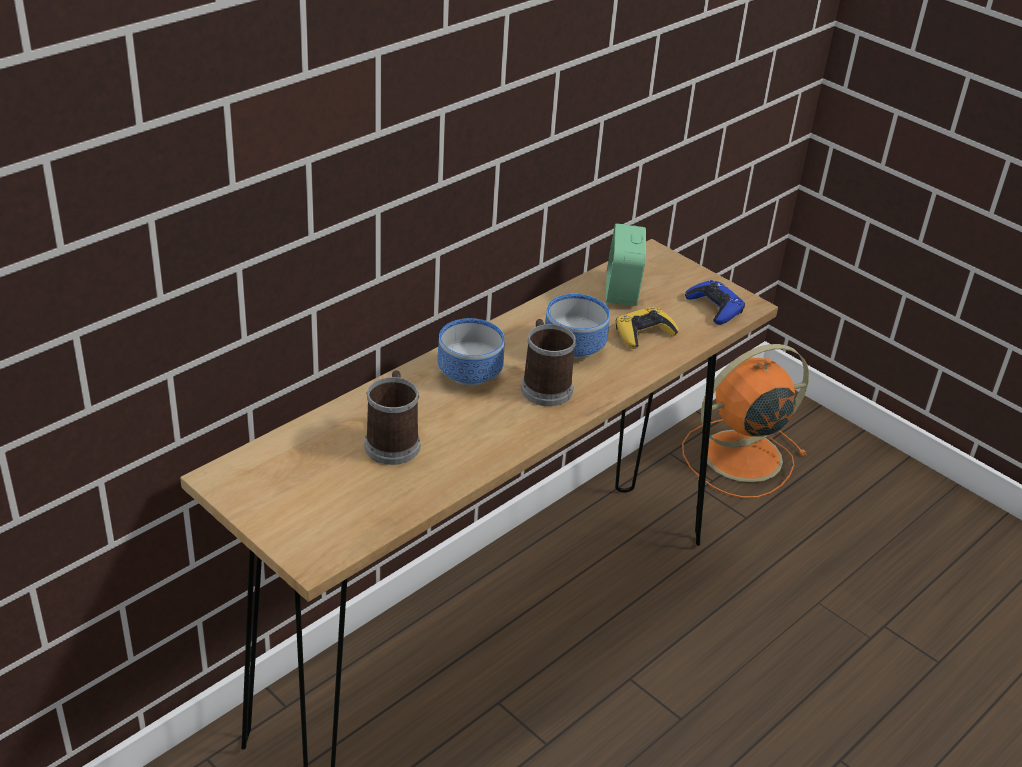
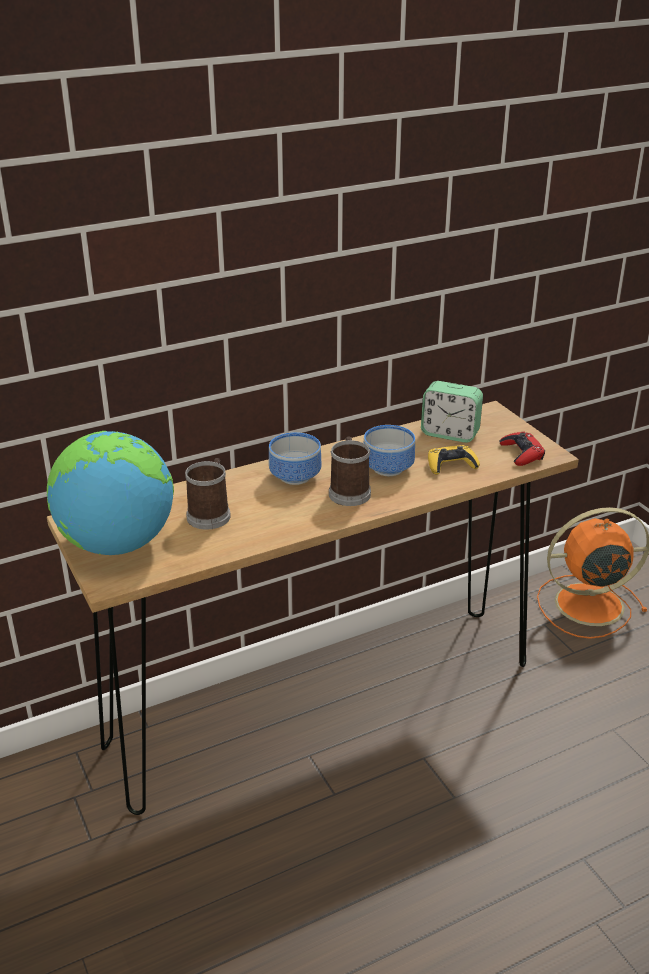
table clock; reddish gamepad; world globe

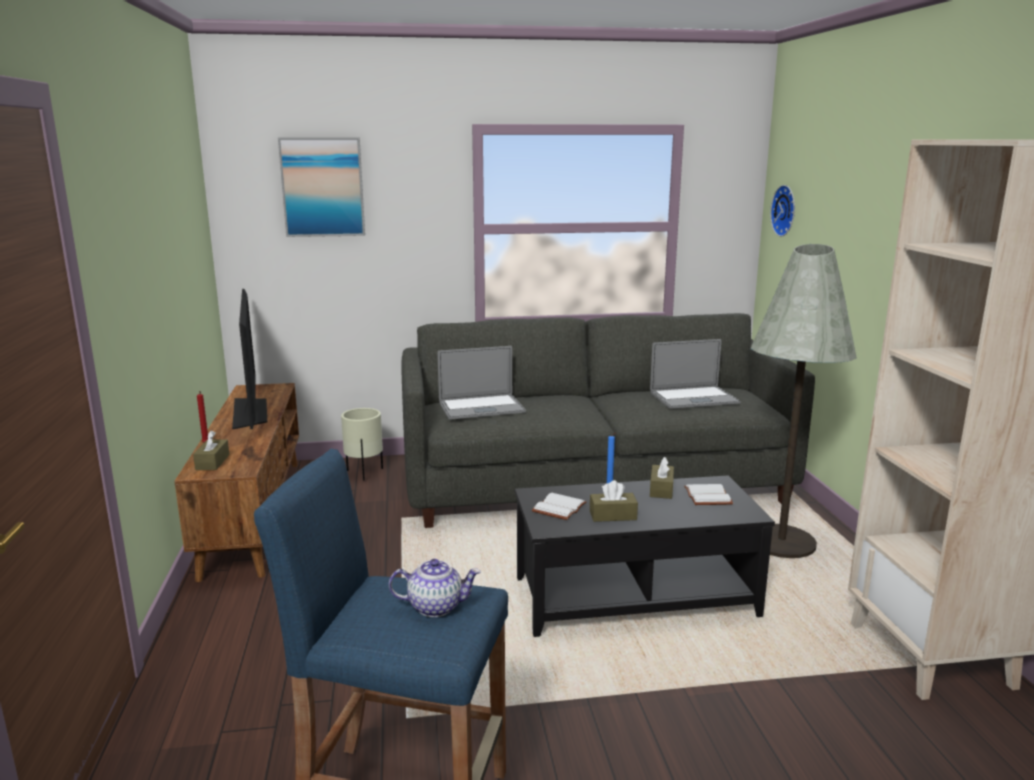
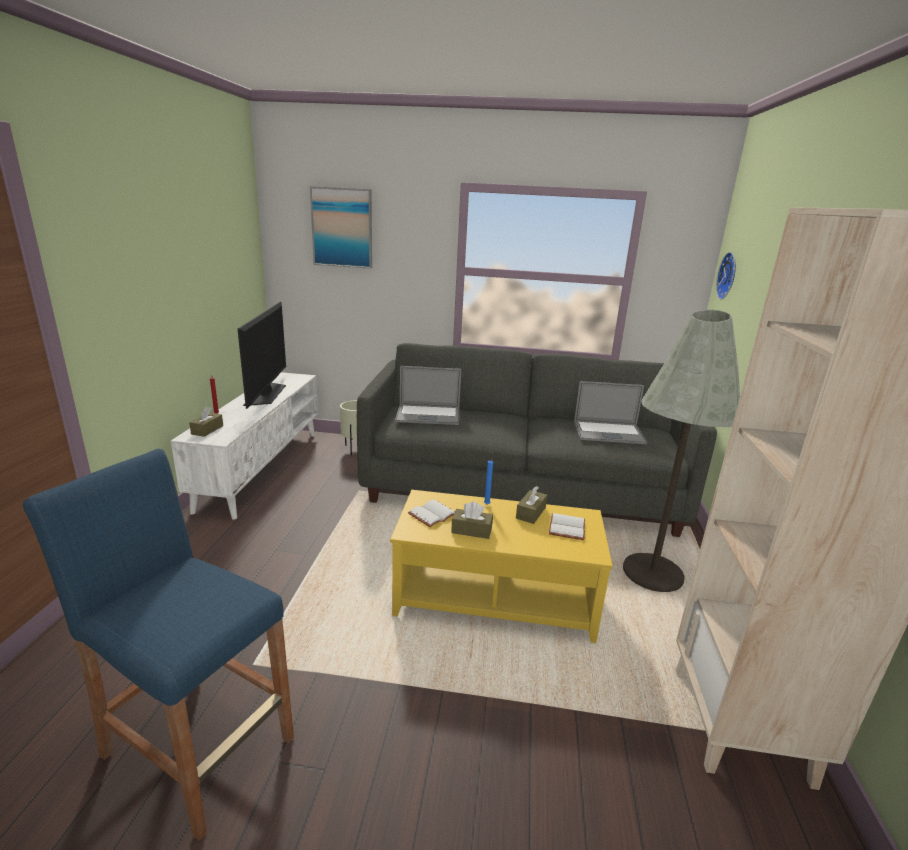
white tv unit; yellow-coloured coffee table; tea pot

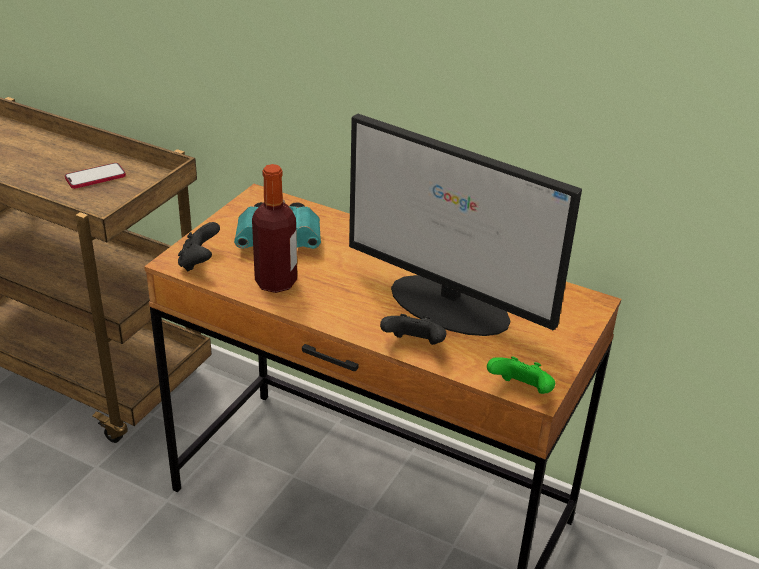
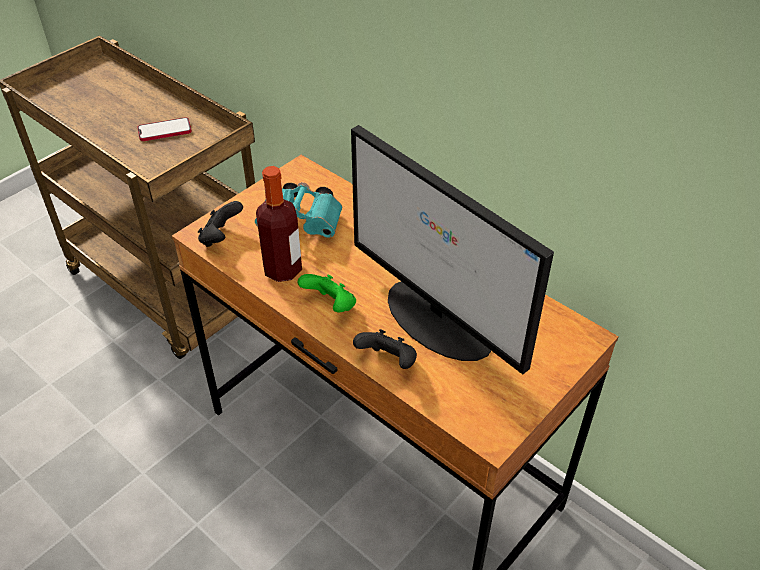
greenish gamepad

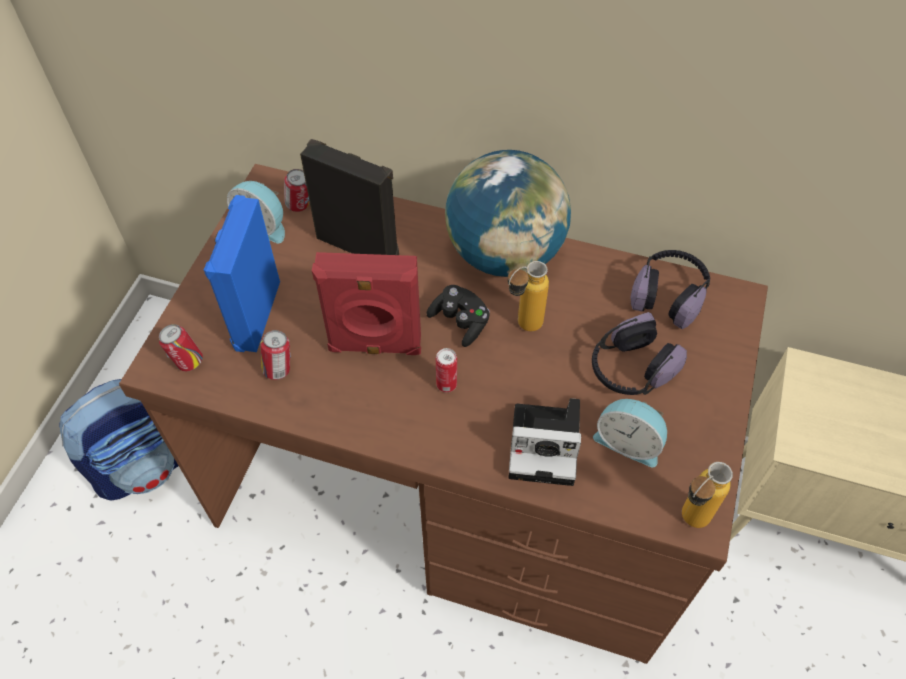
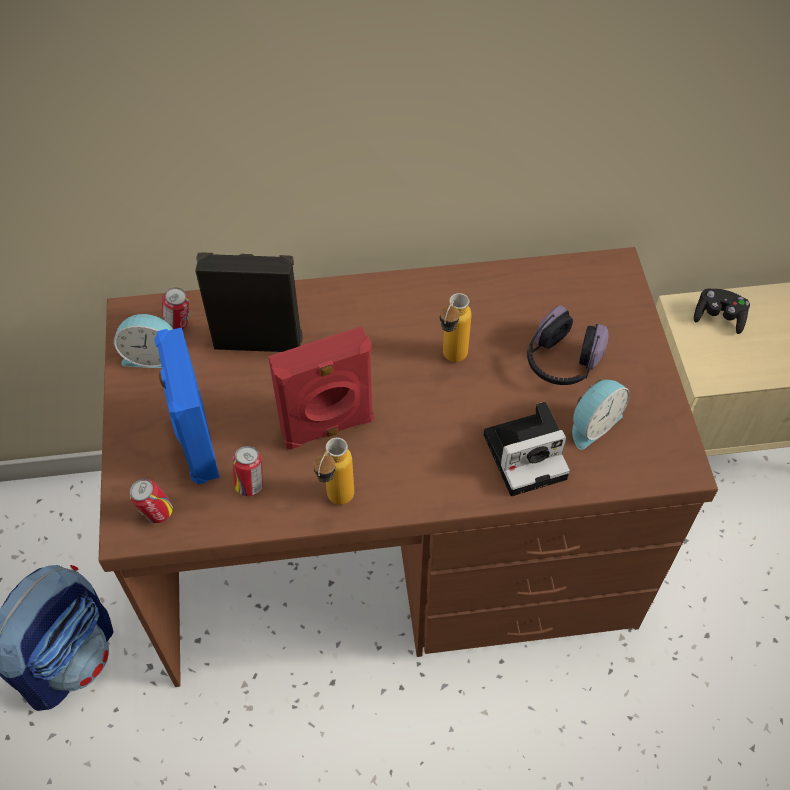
world globe; pair of headphones (2nd from left in the first image); black gamepad; metal can (4th from left in the first image); table clock (2nd from left); drink bottle (1st from left)

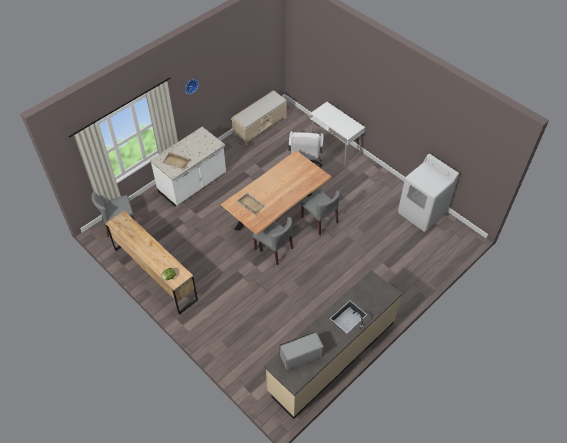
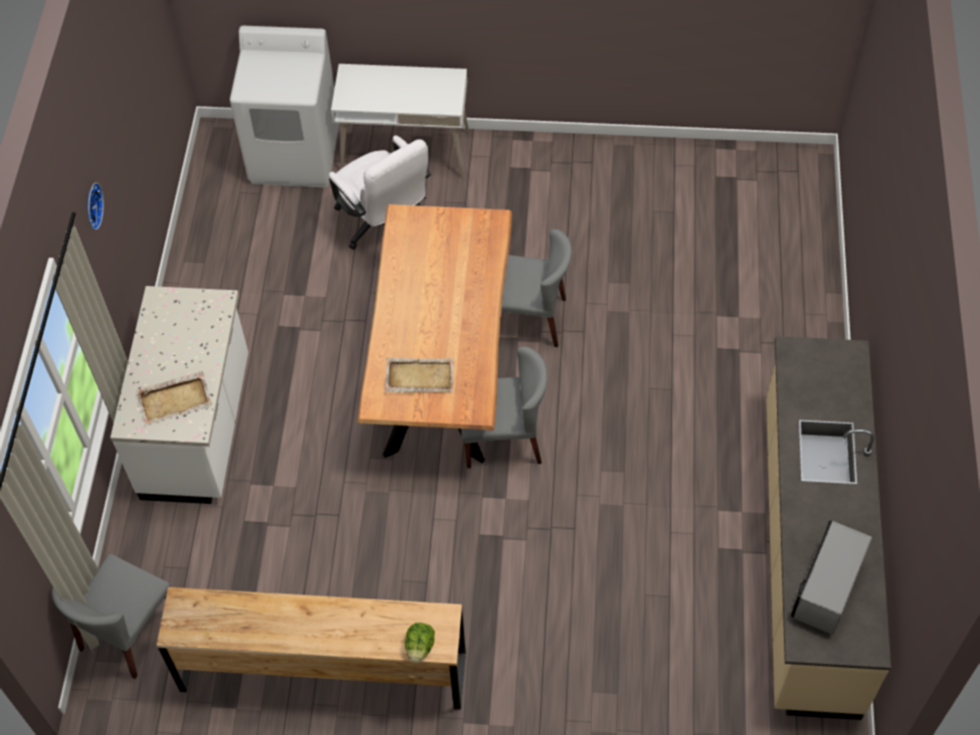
sand-coloured bench; white laundry appliance

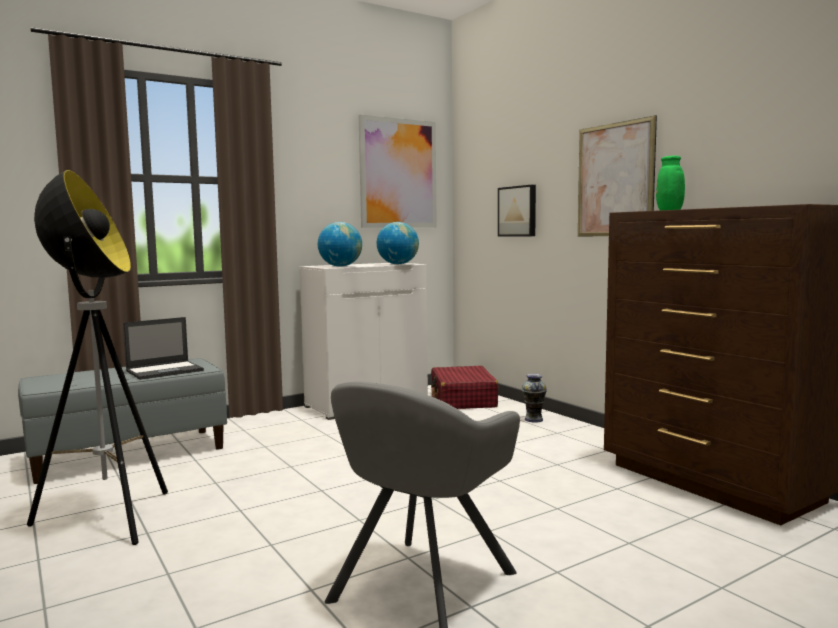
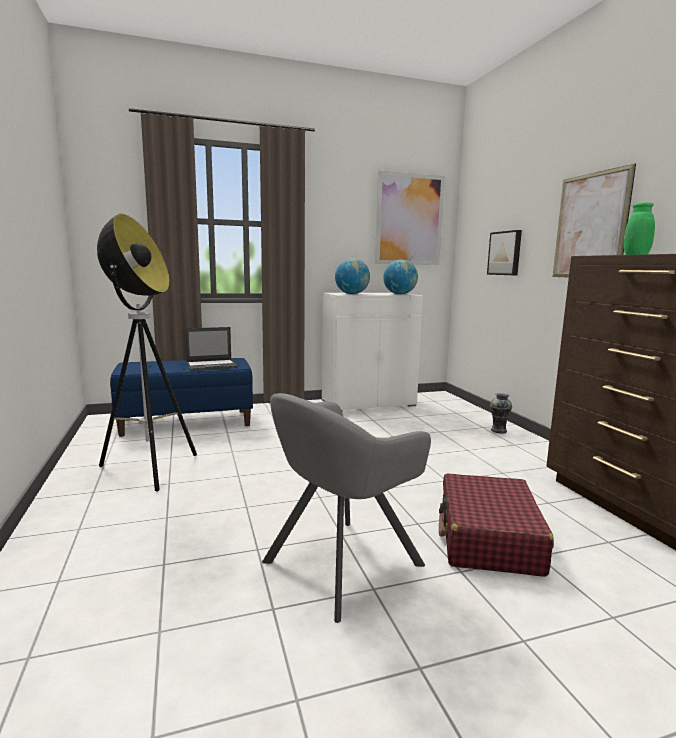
bluish bench; reddish piece of luggage

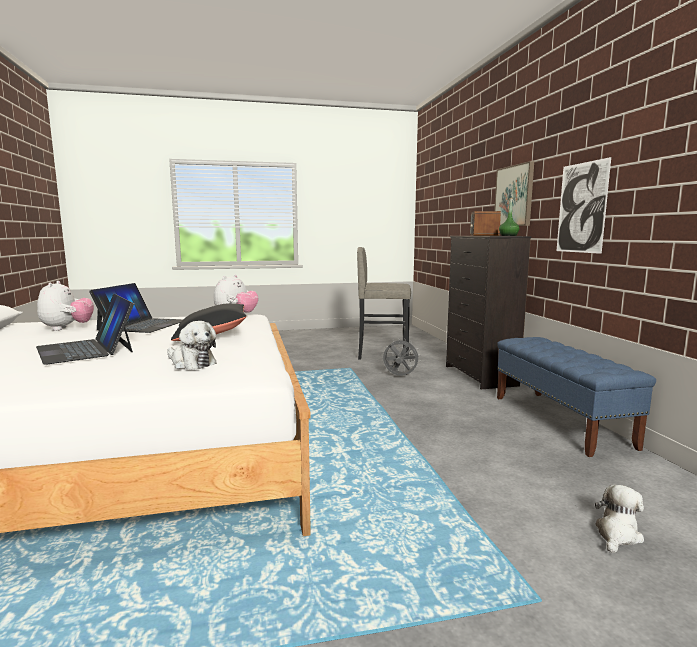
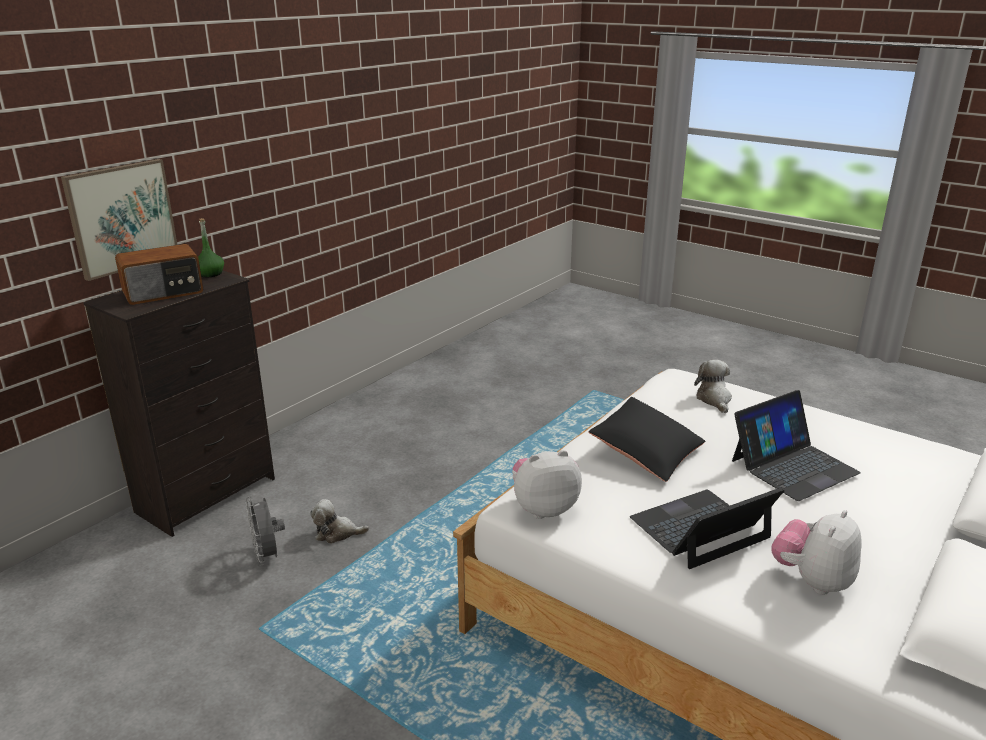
wall picture (2nd from left in the first image); gray sitting stool; laptop (2nd from left); bluish bench; cuddly toy (1st from left)

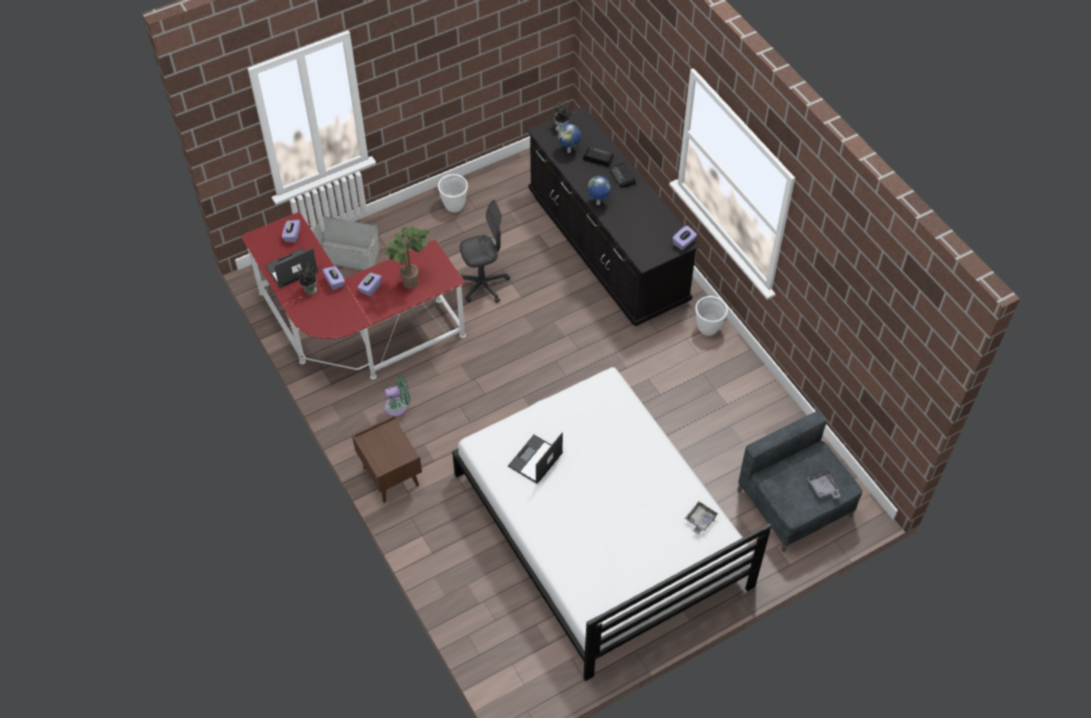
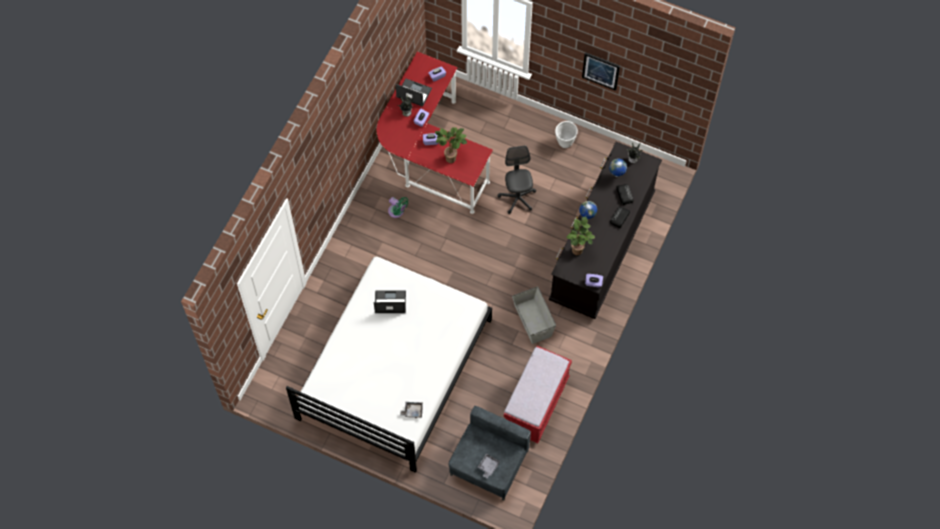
gray office chair; gray storage box; white flower pot (2nd from left in the first image); brownish night table; wall picture; houseplant (3rd from left); reddish bench

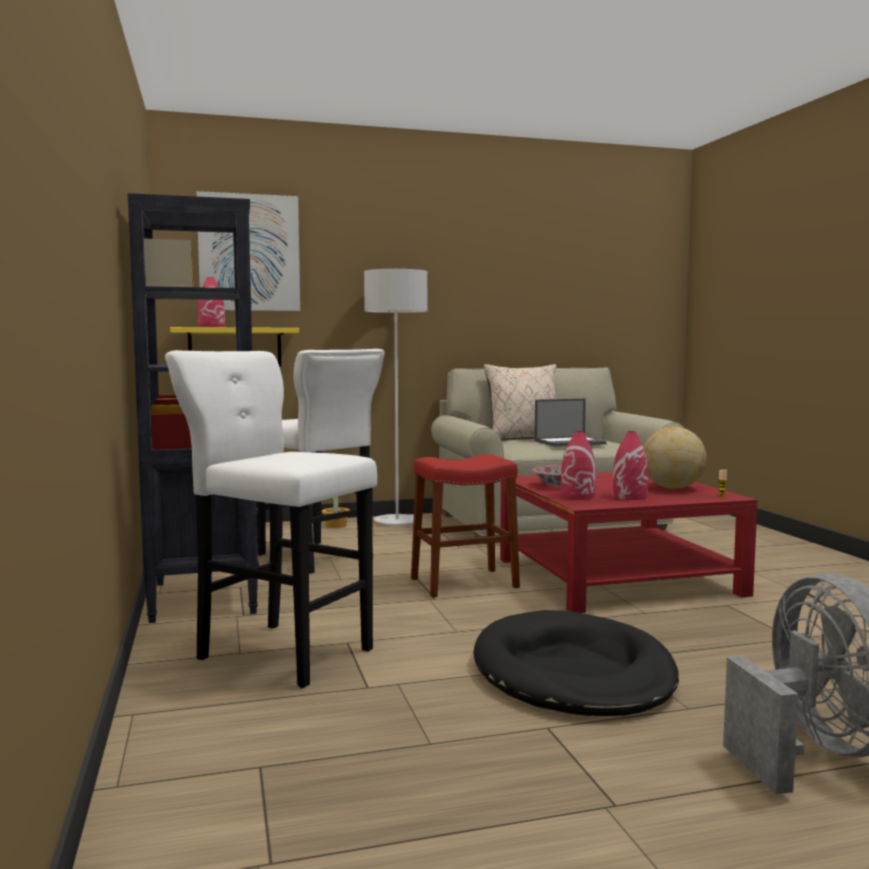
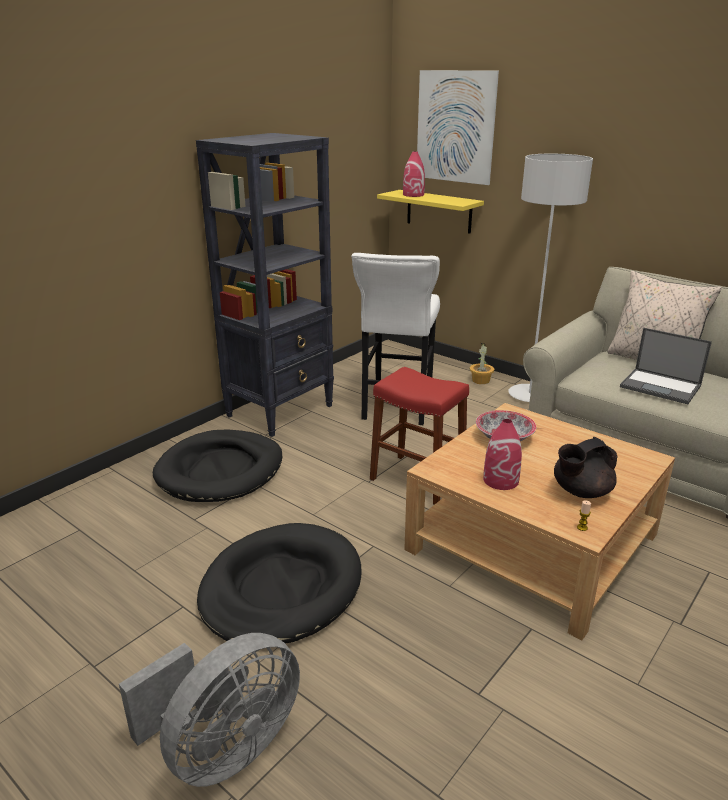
black dog bed (1st from left); black tea pot; reddish vase (2nd from left in the first image); sand-coloured coffee table

